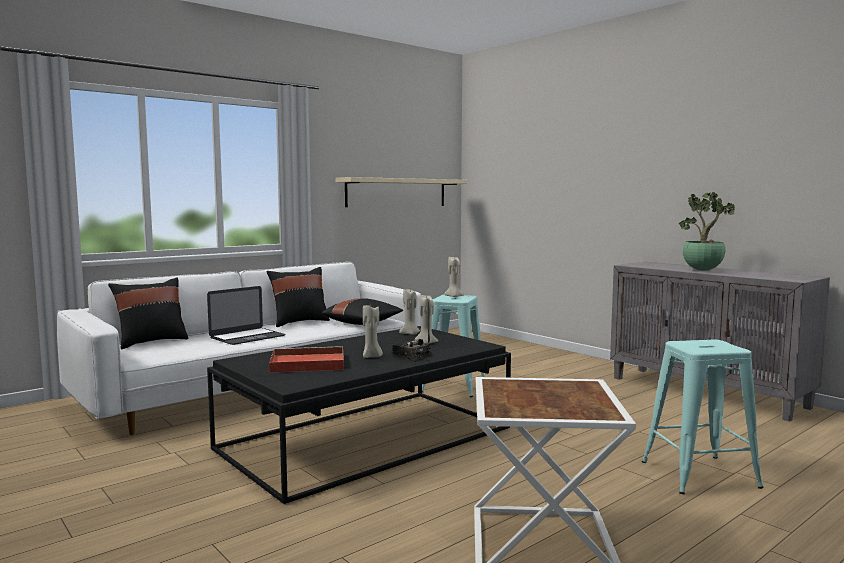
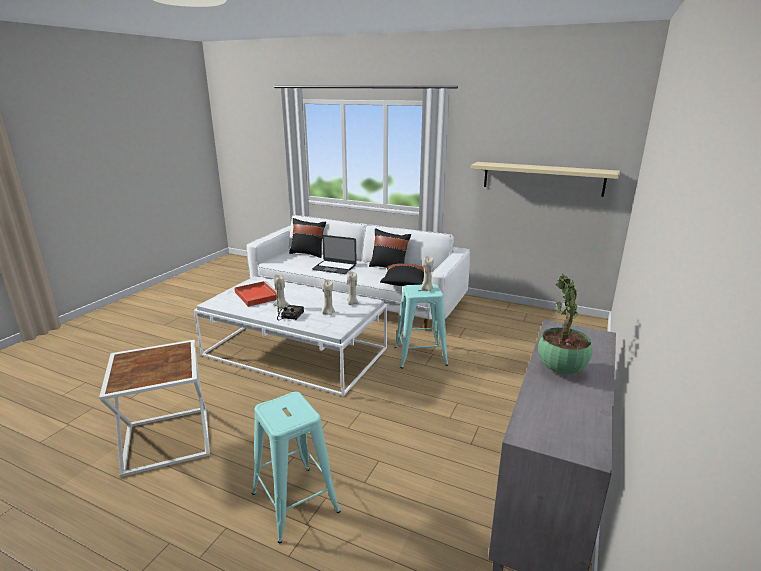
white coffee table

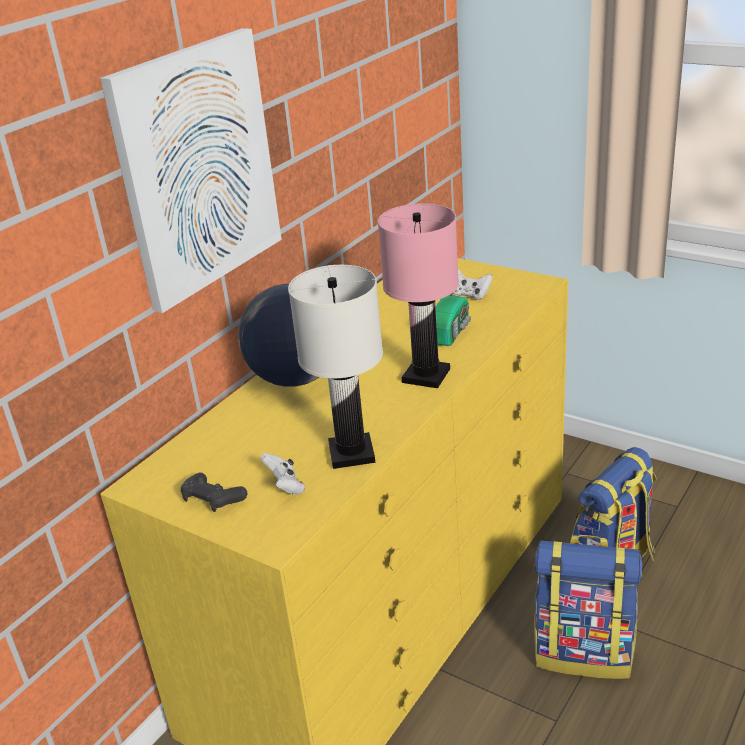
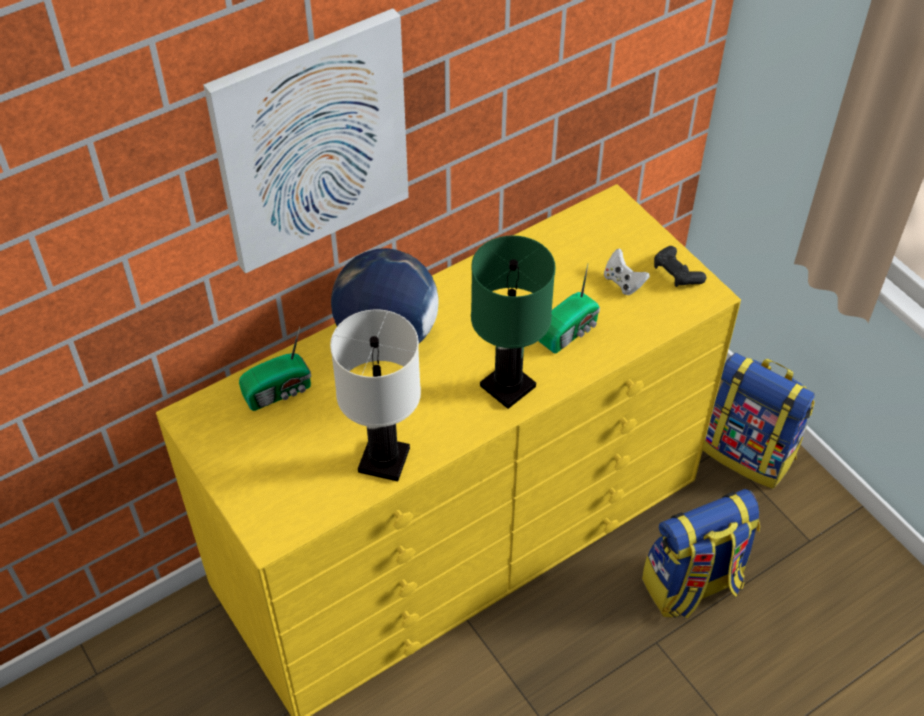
greenish table lamp; white gamepad (1st from left in the first image); black gamepad; backpack (2nd from left); radio receiver (1st from left)

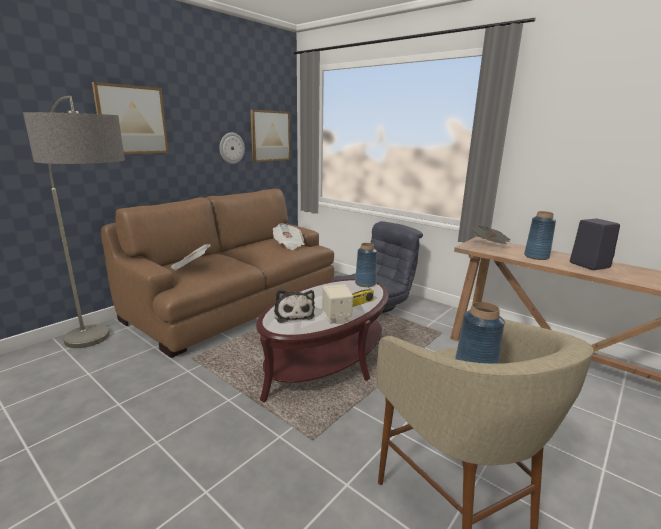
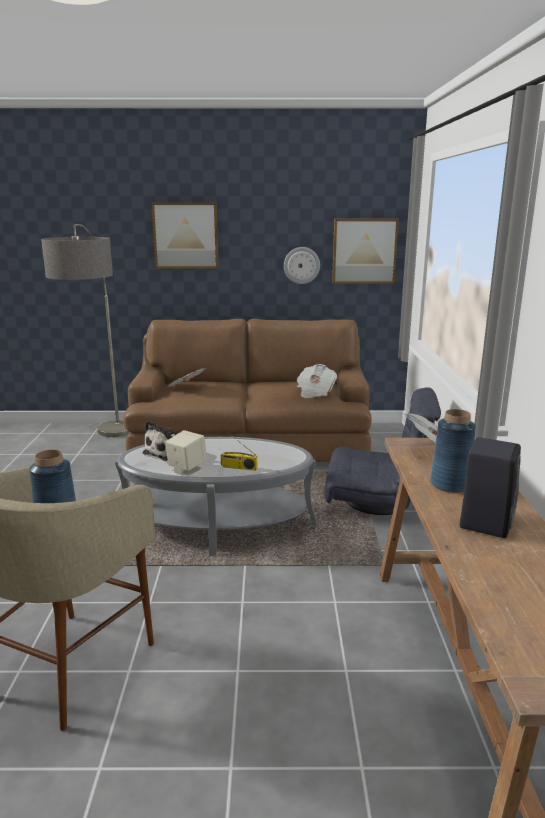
bluish vase (1st from left in the first image); gray coffee table

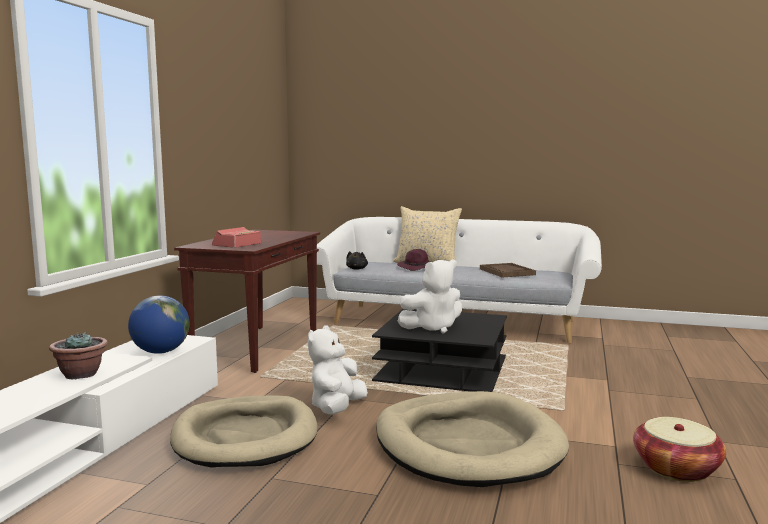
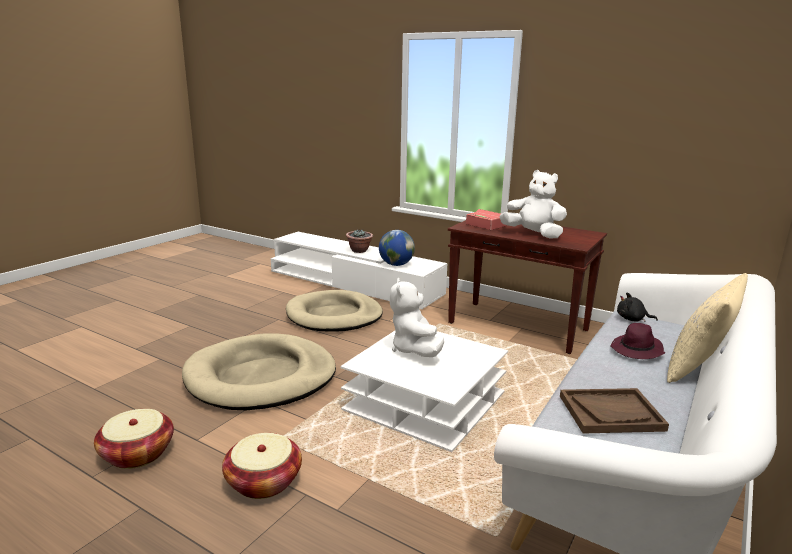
white coffee table; white cuddly toy (2nd from left); household basket (2nd from left)

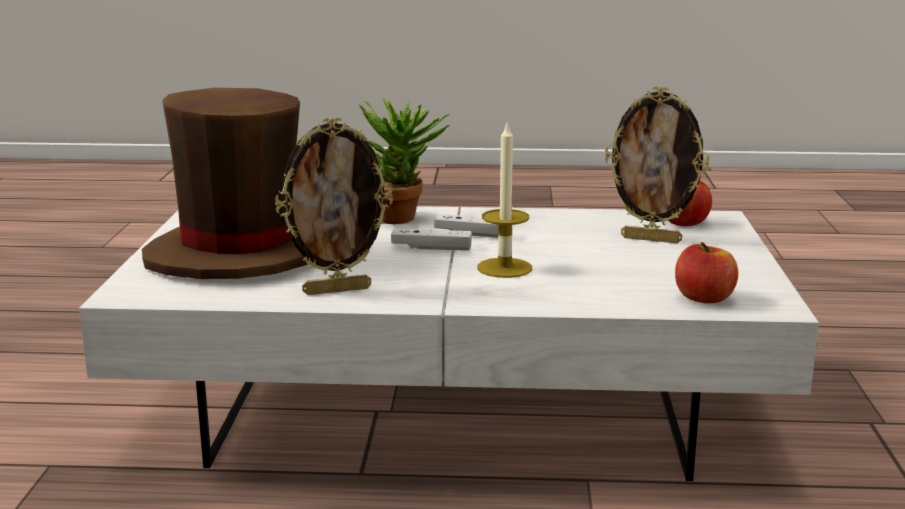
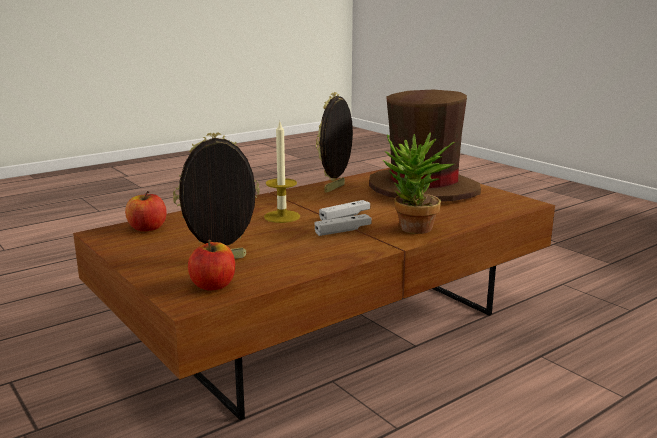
brownish coffee table

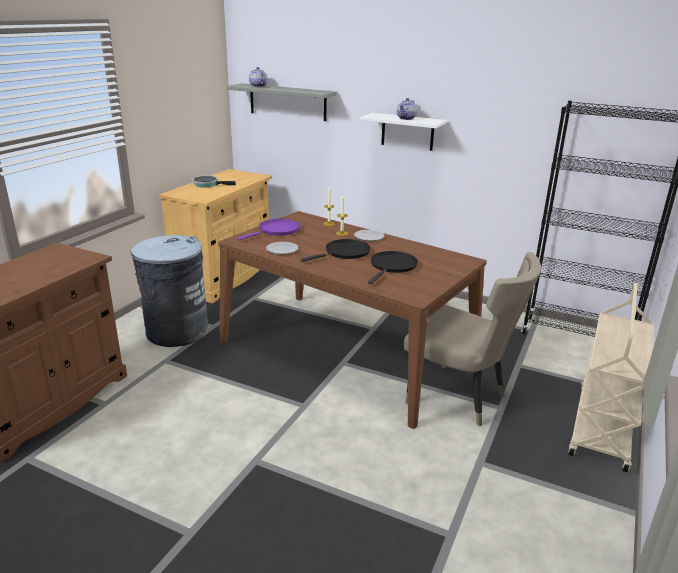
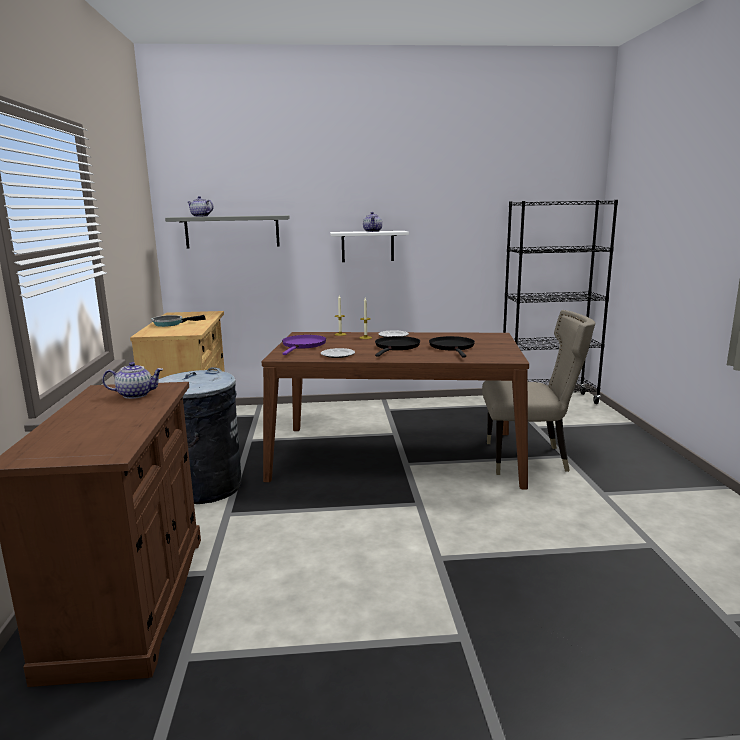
sand-coloured trolley; tea pot (1st from left)

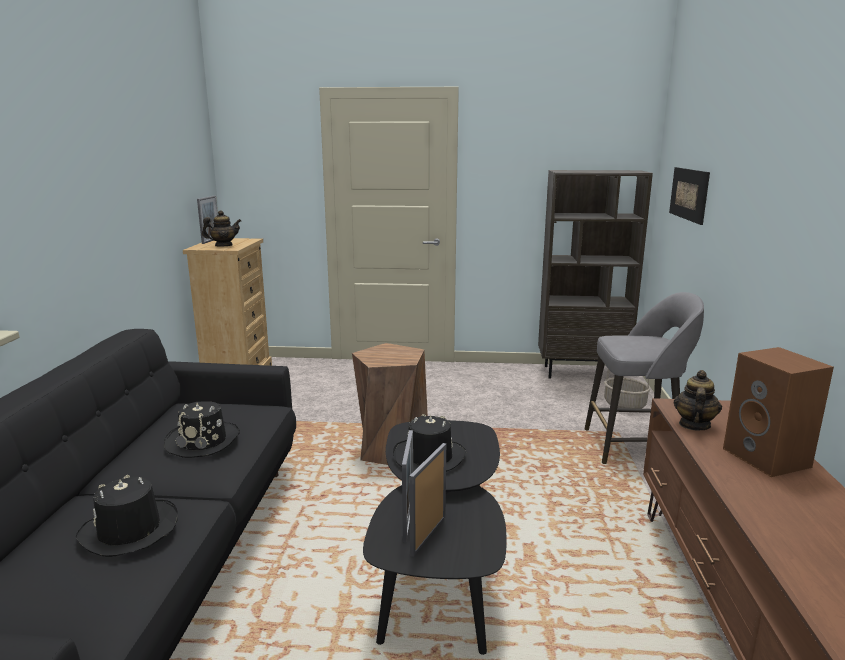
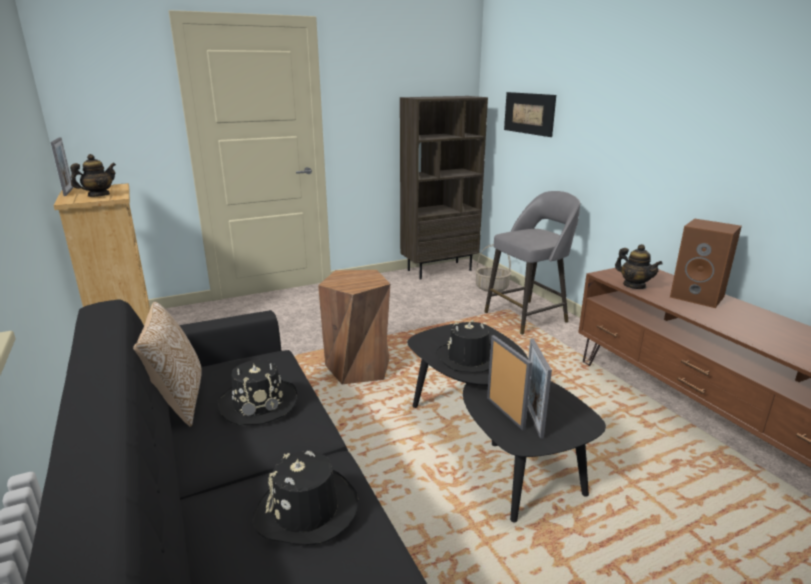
tea pot (2nd from left); pillow

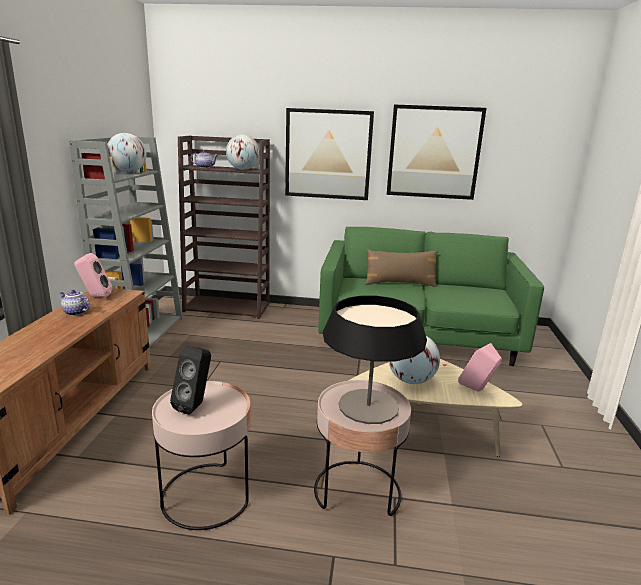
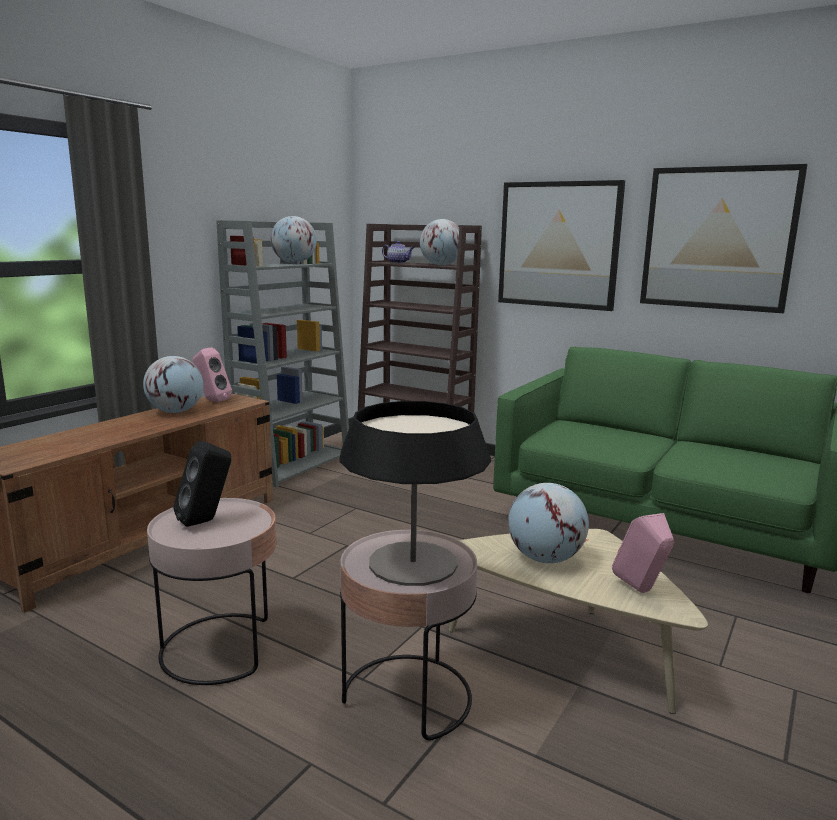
brownish pillow; world globe (1st from left)

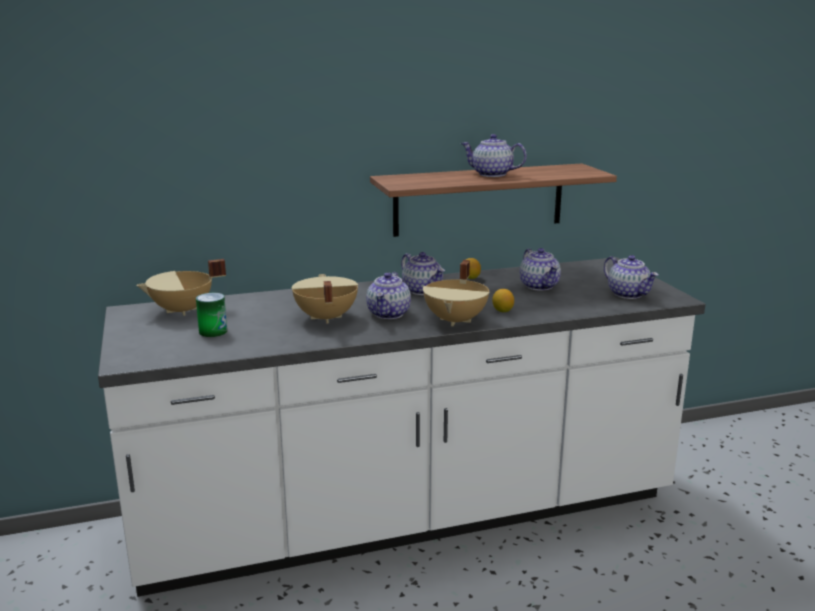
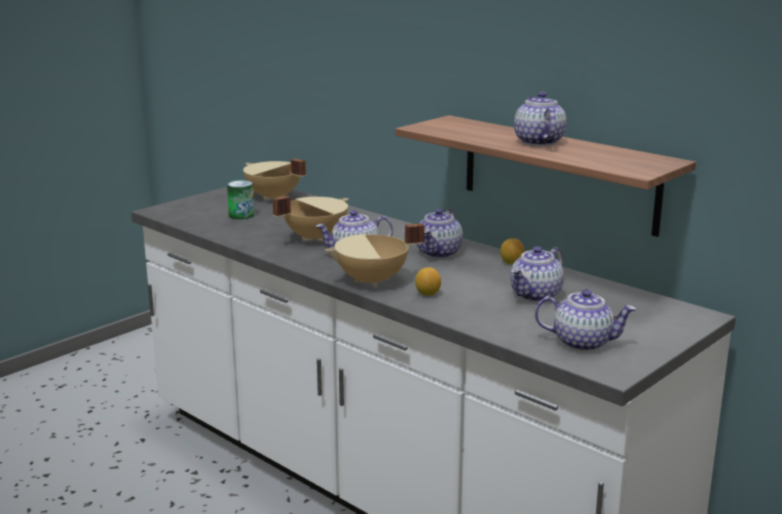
tea pot (5th from left)

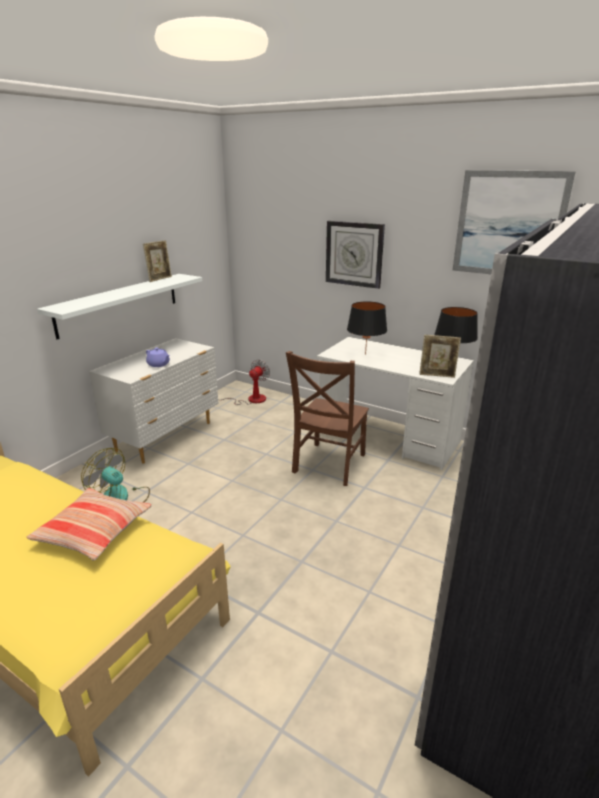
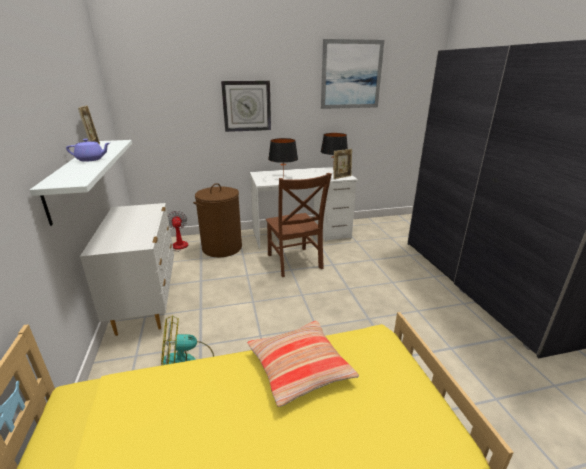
purplish tea pot; brownish laundry basket

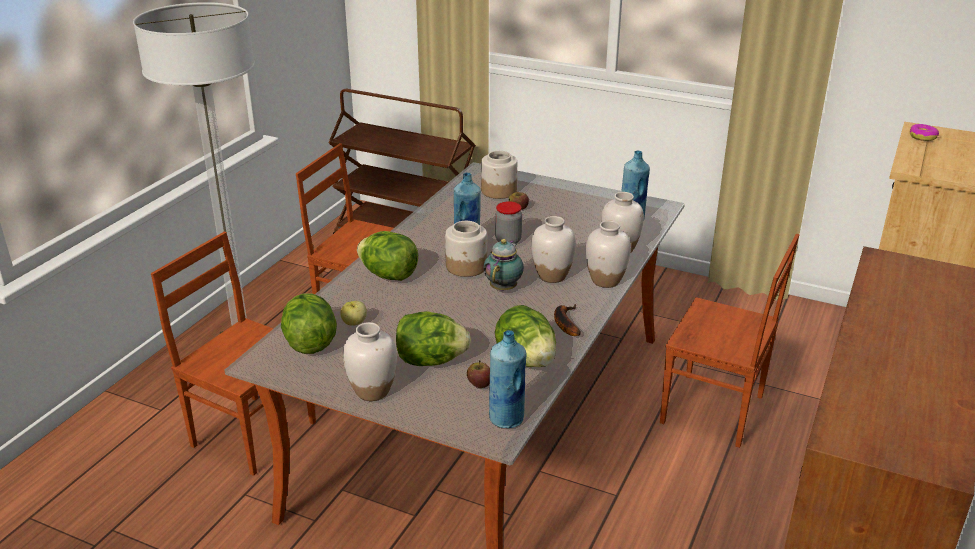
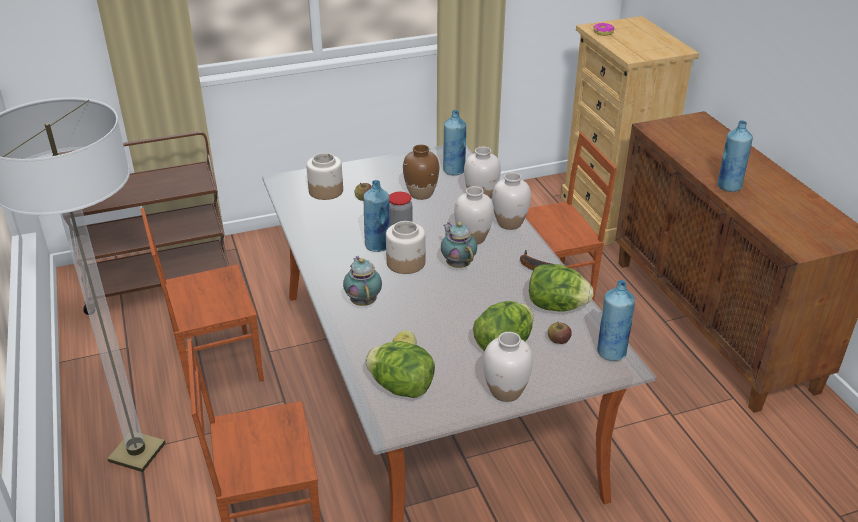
tea pot (1st from left); bluish drink bottle (4th from left); brownish vase

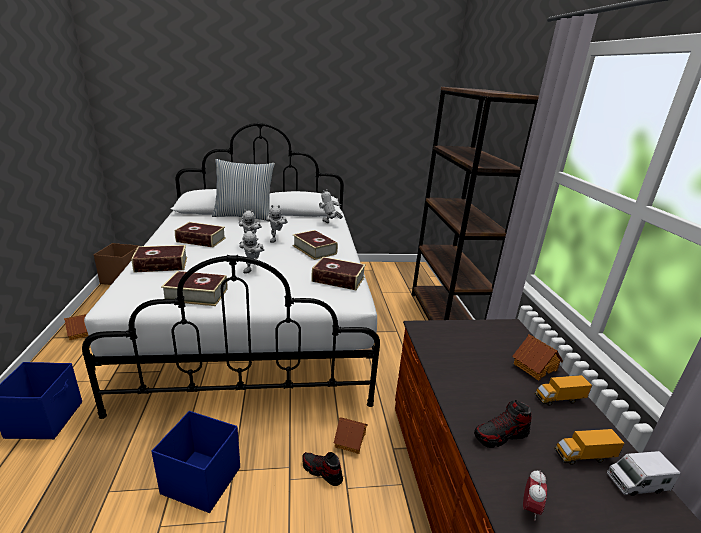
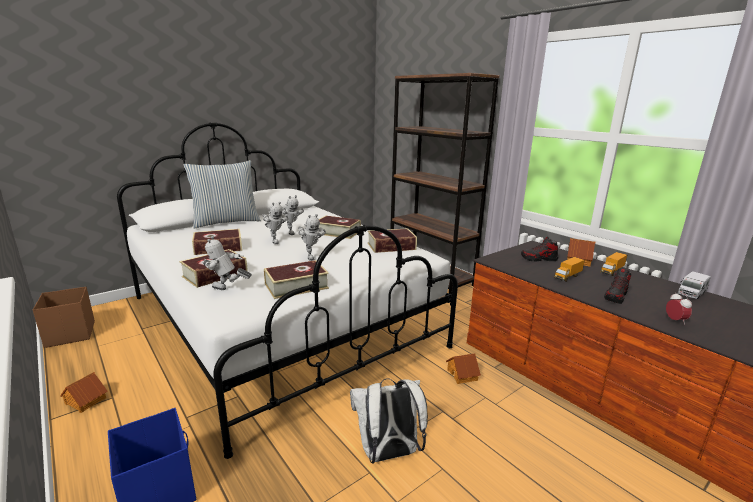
model robot (1st from left); white backpack; toy lorry (1st from left); shoe (1st from left)

